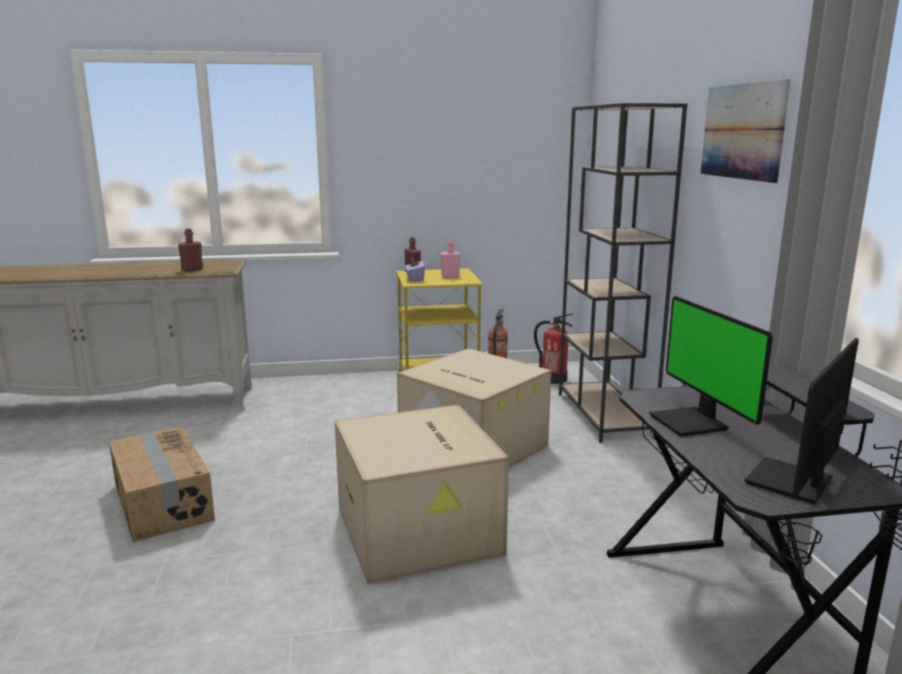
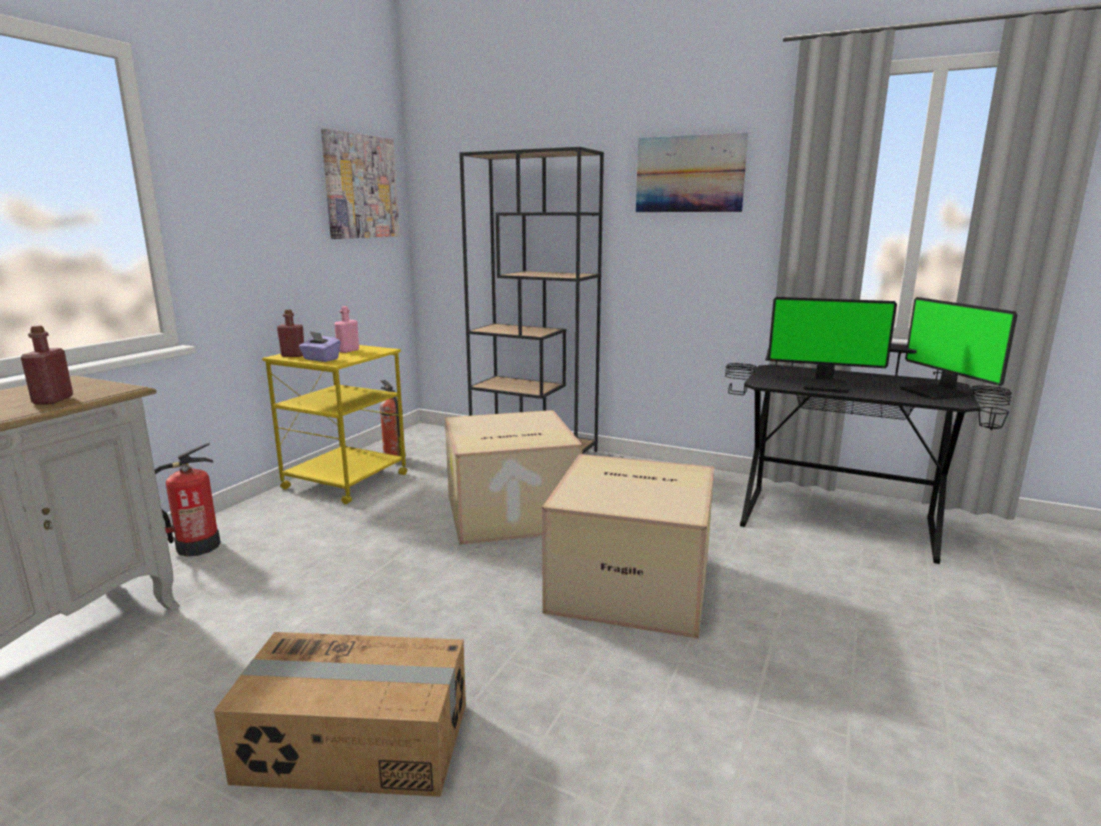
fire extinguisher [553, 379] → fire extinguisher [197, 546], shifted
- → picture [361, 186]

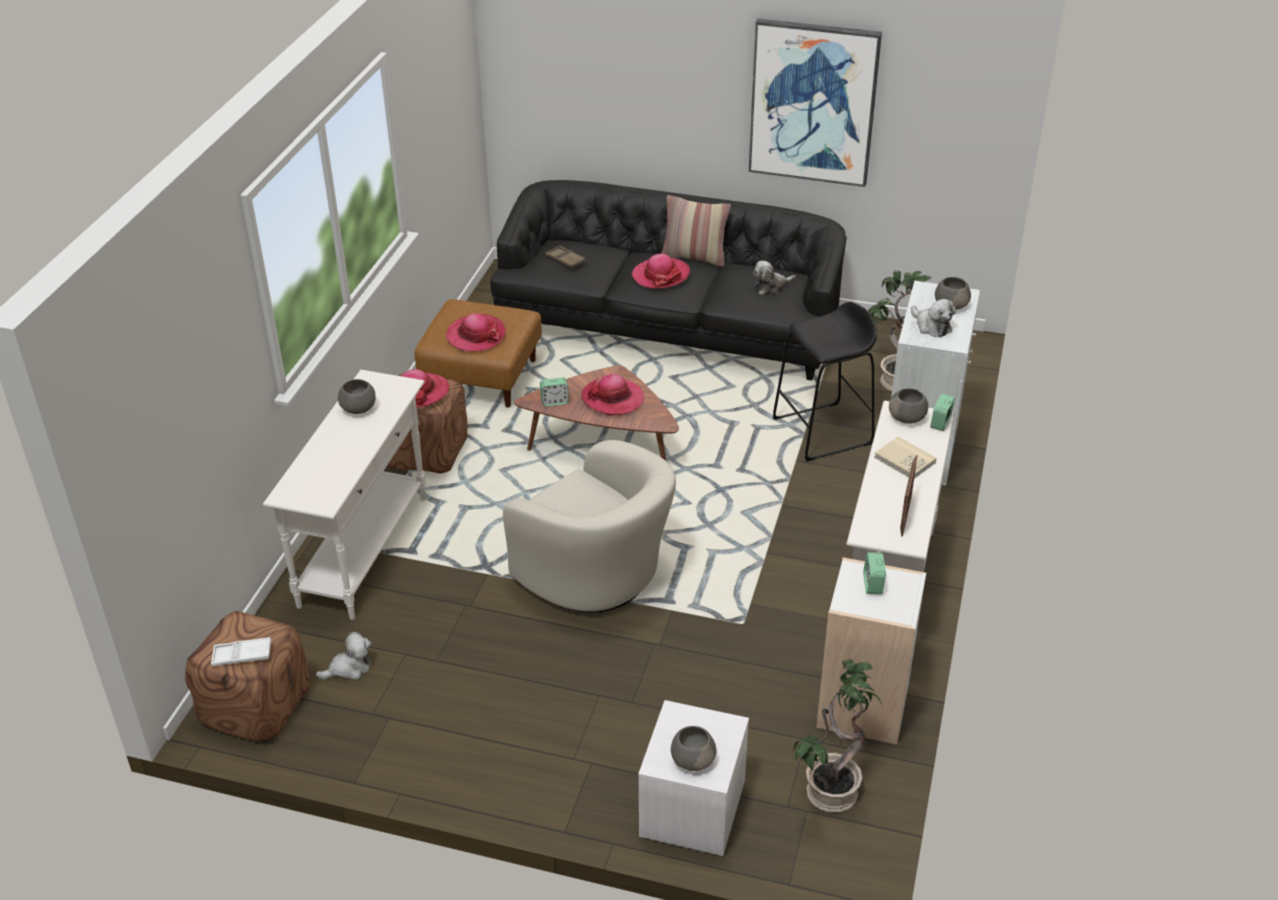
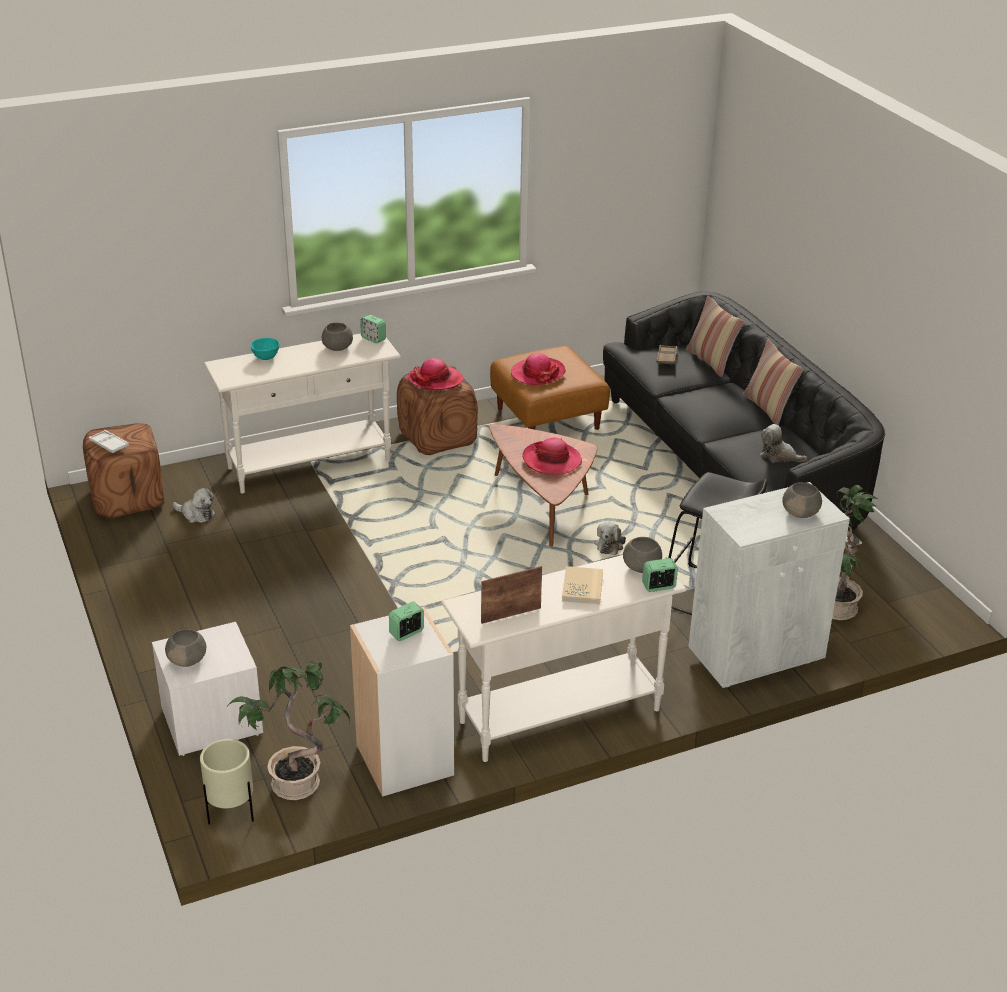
- → planter in beige [231, 813]
- → bowl in turquoise [265, 357]
alarm clock [554, 401] → alarm clock [373, 339], shifted
plush toy [931, 326] → plush toy [609, 545], shifted
- → pillow [711, 361]
armchair in beige [595, 577] → -
hat [661, 275] → -
picture [813, 102] → -

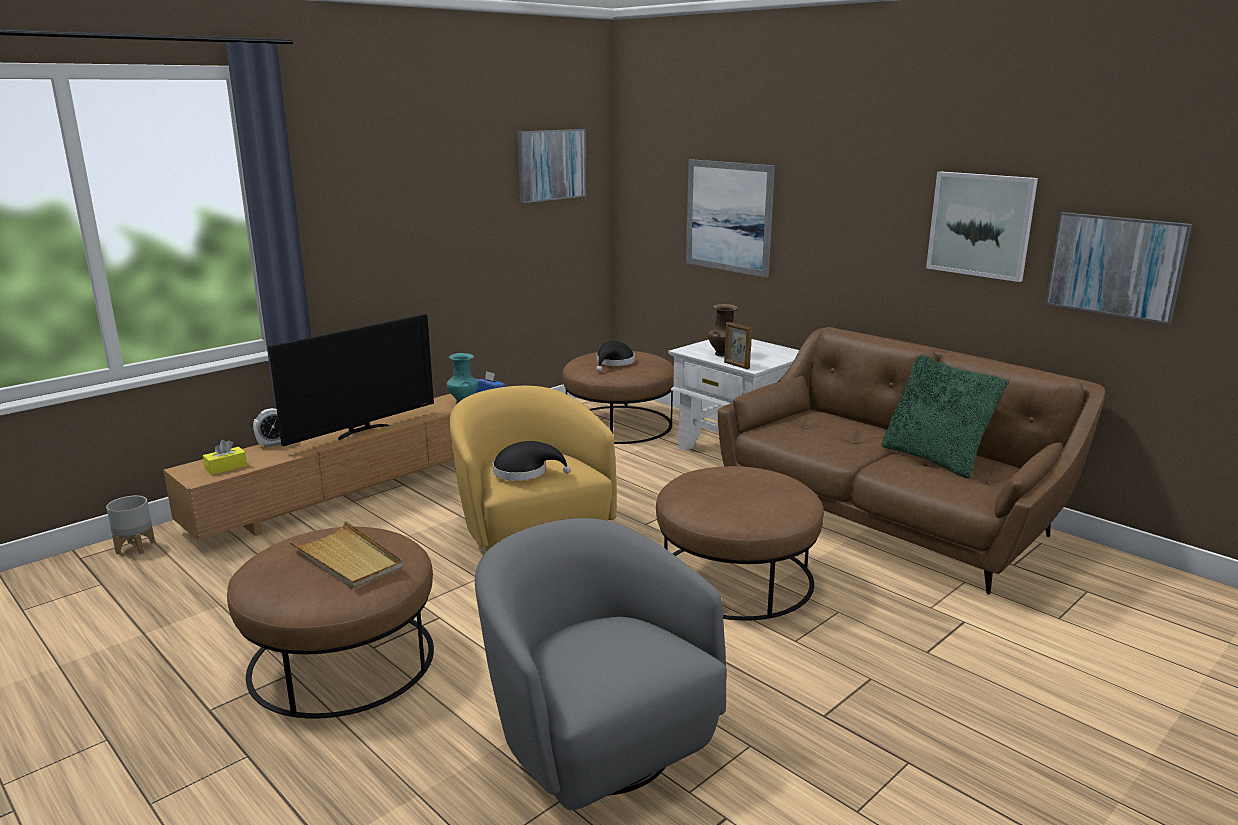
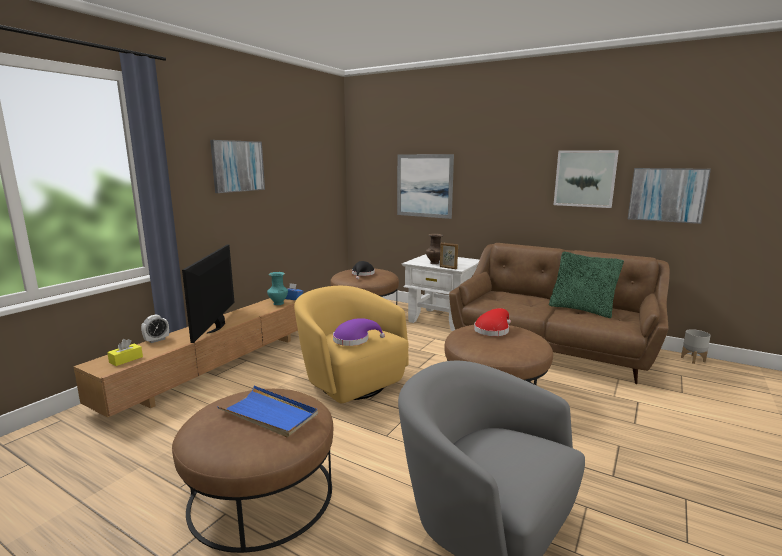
television [361, 431] → television [218, 326], 150 degrees clockwise
picture [551, 165] → picture [238, 166], shifted
tray in beige [347, 559] → tray in blue [269, 414]
hat in black [524, 472] → hat in purple [354, 340]
- → hat in red [493, 330]
planter in grey [136, 547] → planter in grey [693, 359], shifted

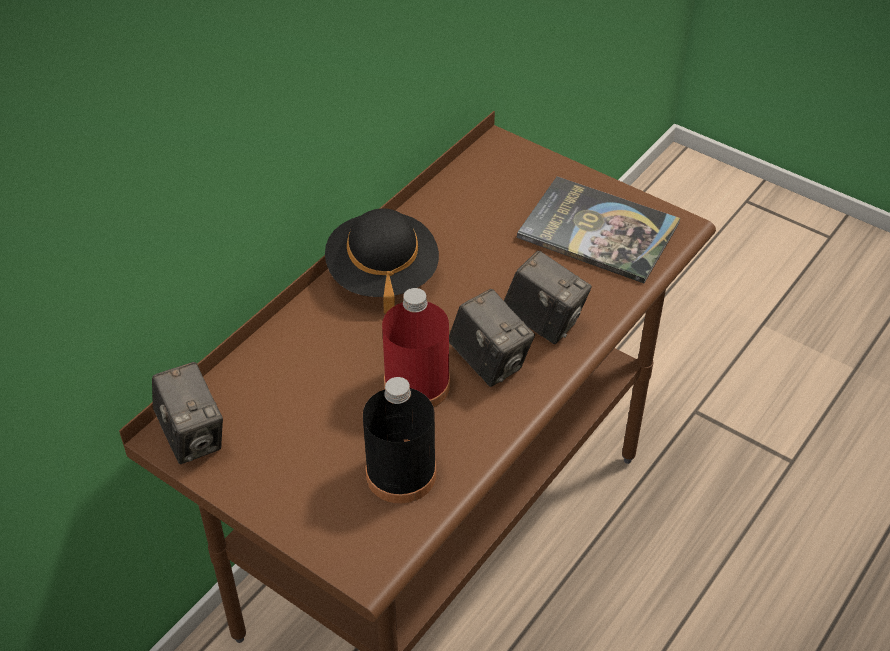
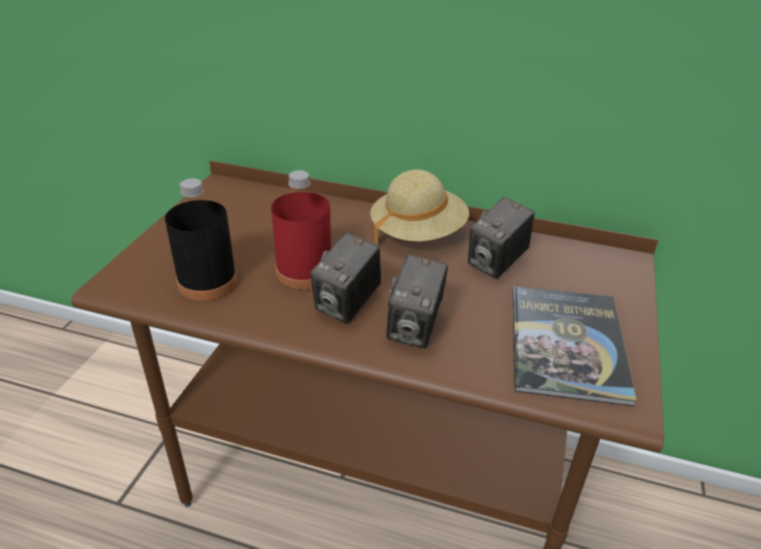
hat in black [382, 274] → hat in beige [417, 233]
photo camera [193, 437] → photo camera [496, 263], shifted

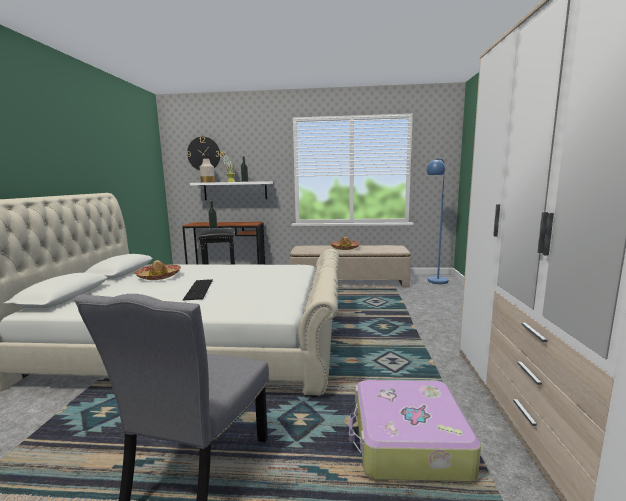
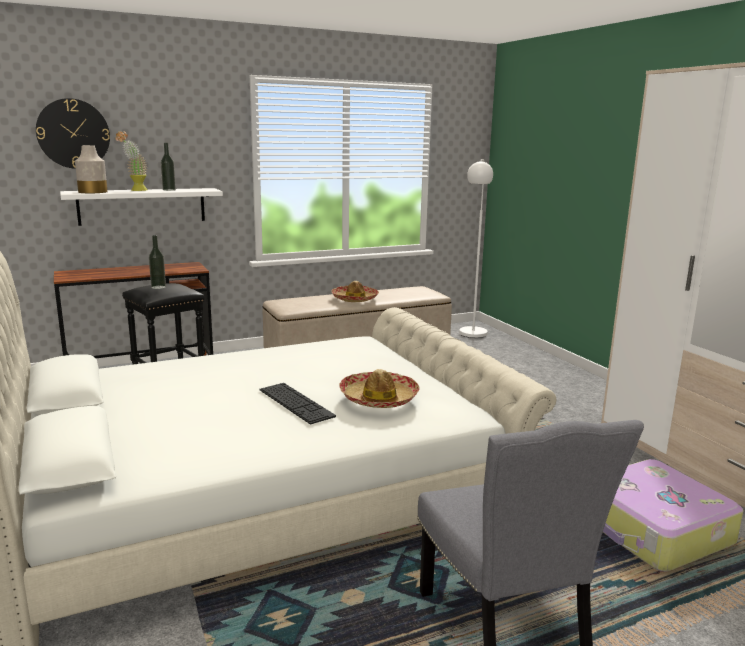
hat [158, 276] → hat [378, 398], shifted
floor lamp in blue [434, 282] → floor lamp in white [472, 336]

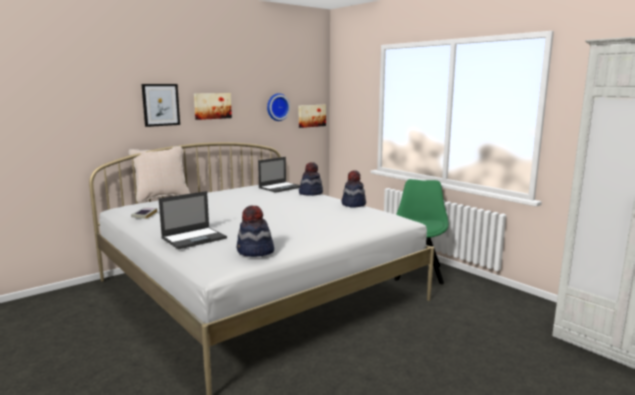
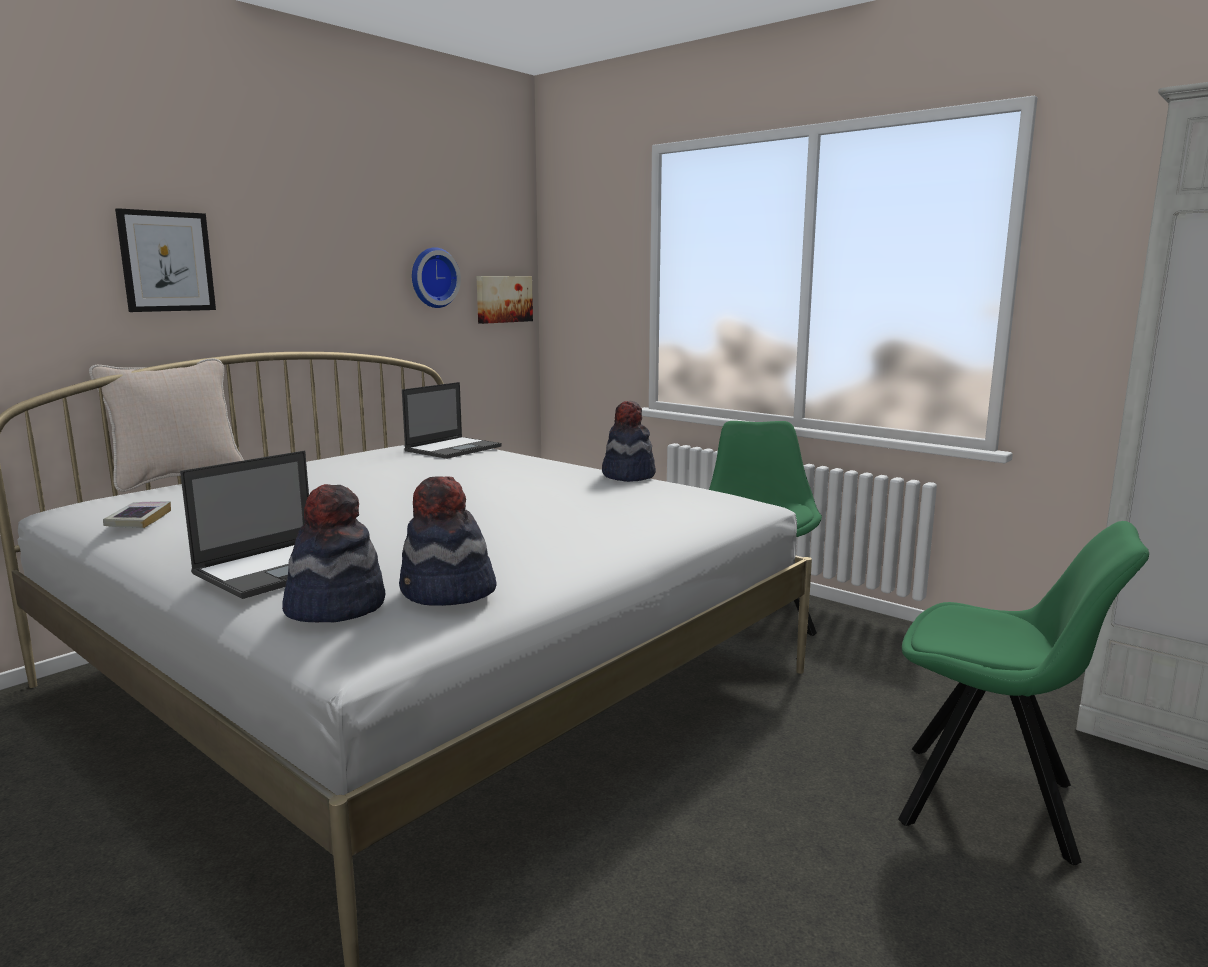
hat [310, 193] → hat [335, 606], shifted
- → chair in green [989, 803]
picture [212, 106] → -

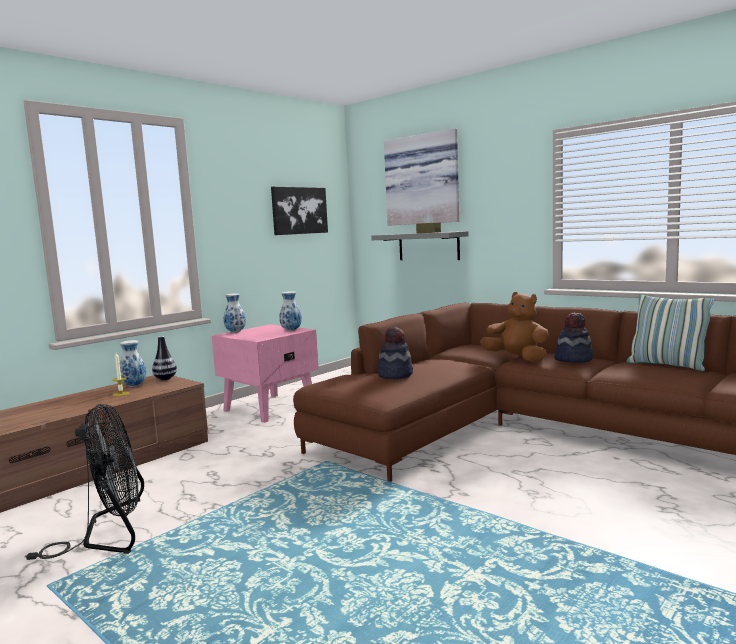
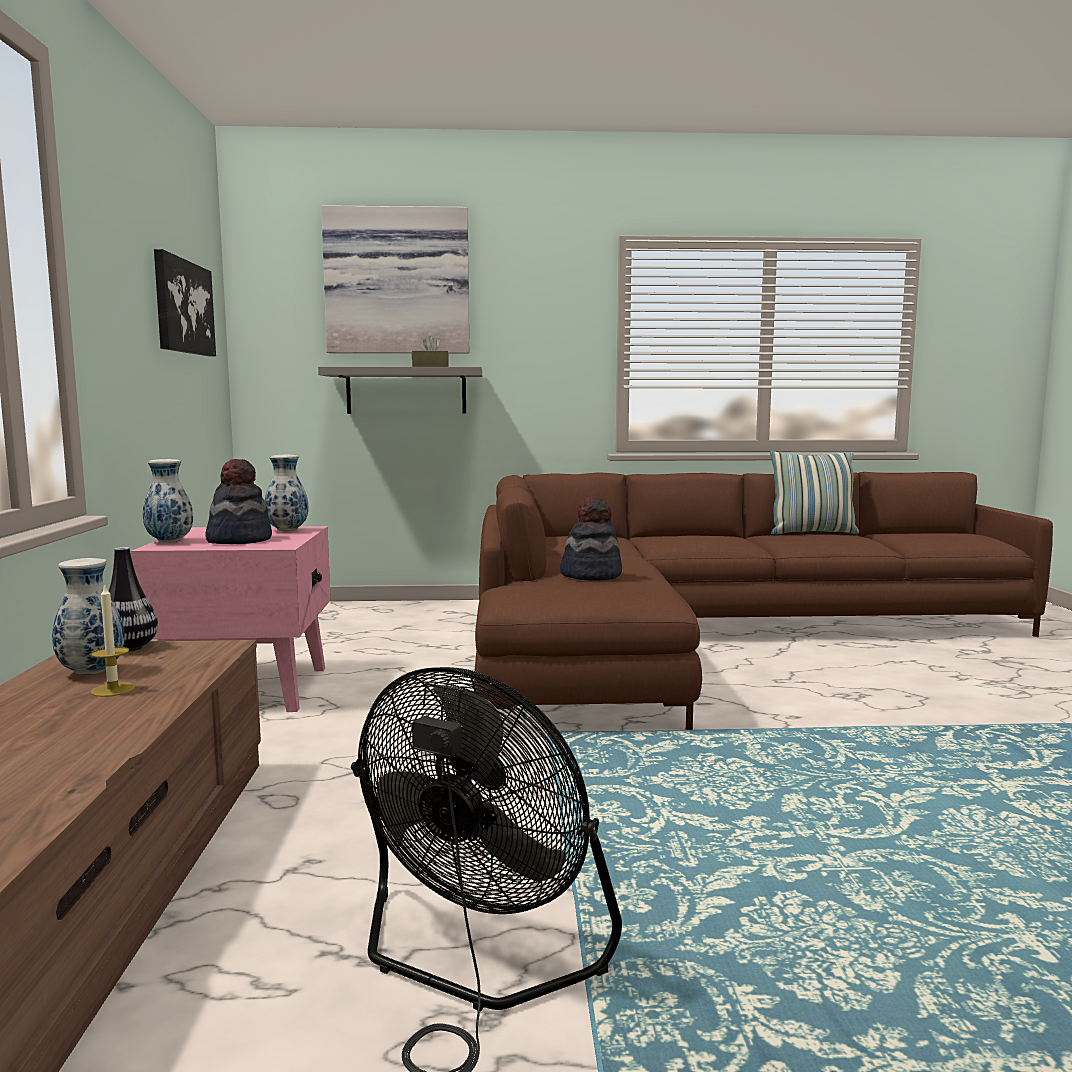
hat [573, 359] → hat [239, 540], shifted
plush toy in brown [517, 359] → -

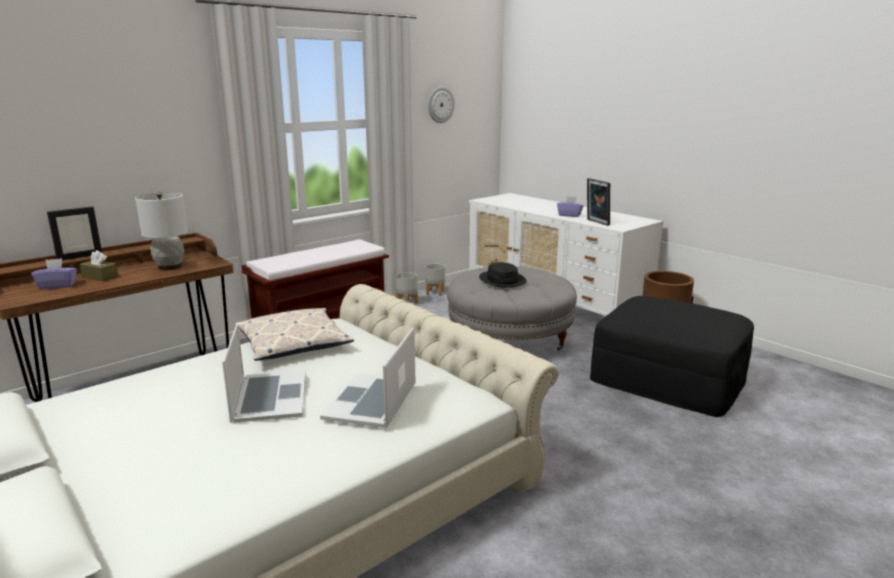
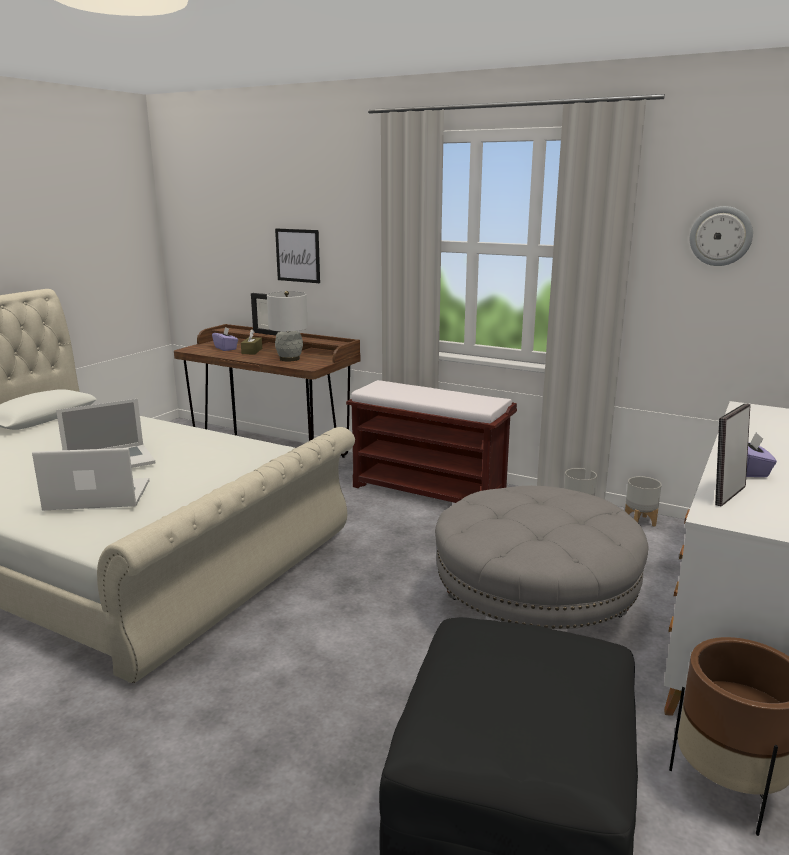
- → picture [298, 255]
pillow [294, 343] → -
hat in black [502, 280] → -

